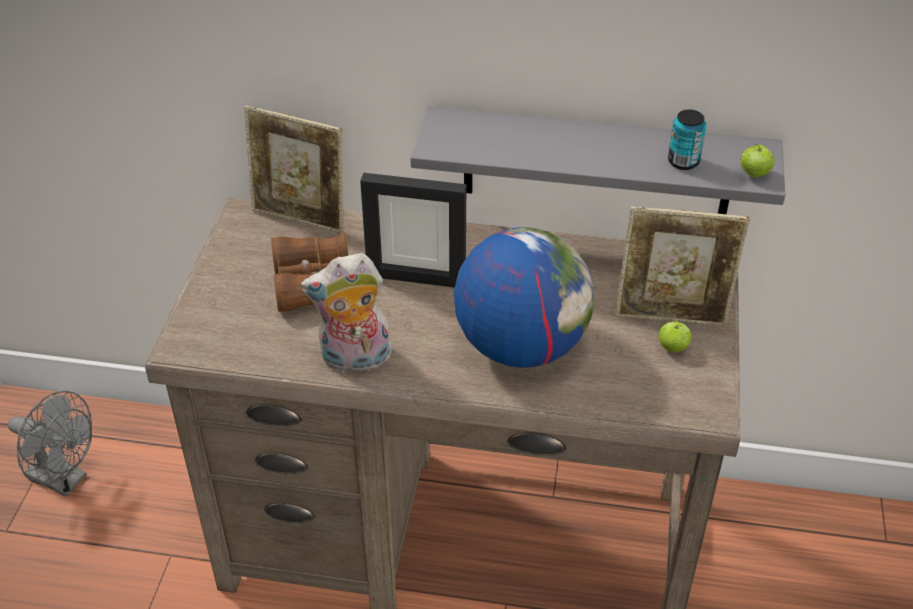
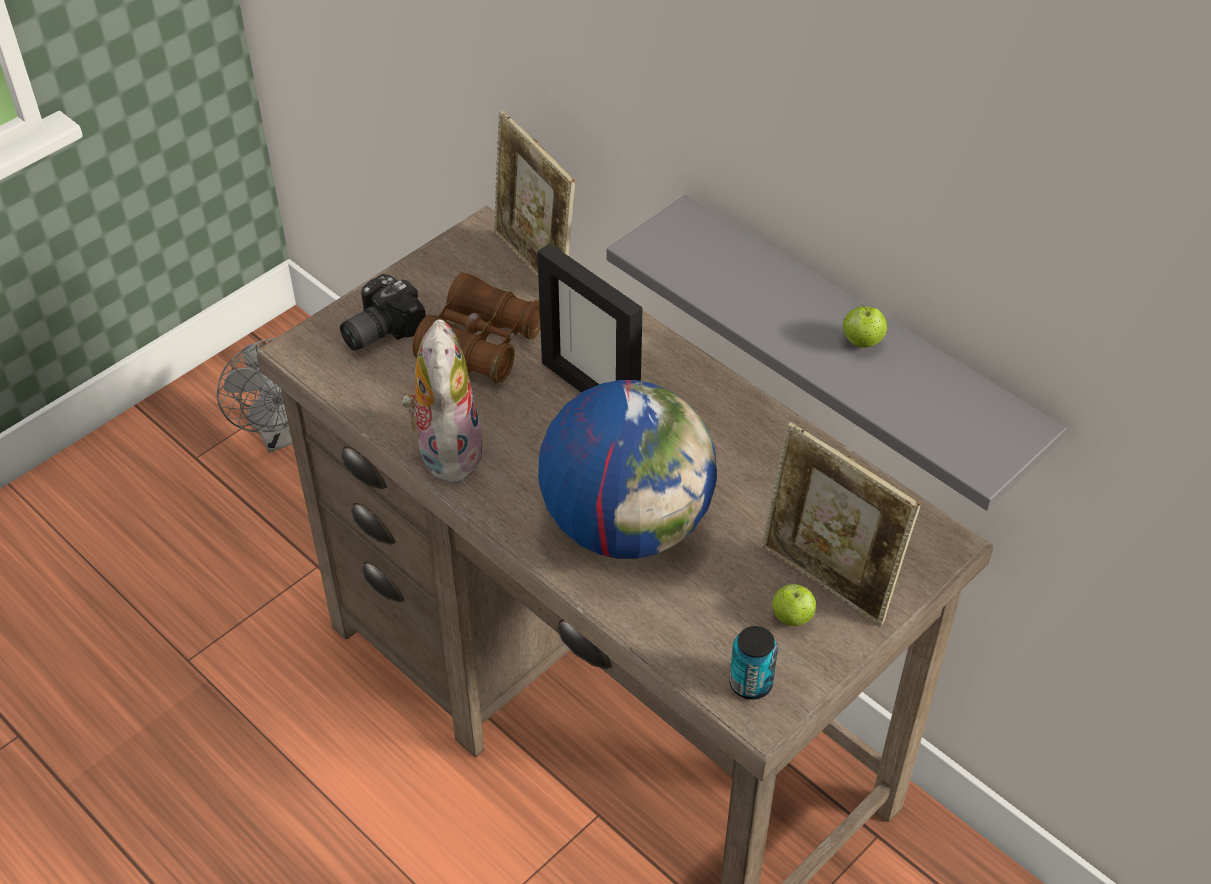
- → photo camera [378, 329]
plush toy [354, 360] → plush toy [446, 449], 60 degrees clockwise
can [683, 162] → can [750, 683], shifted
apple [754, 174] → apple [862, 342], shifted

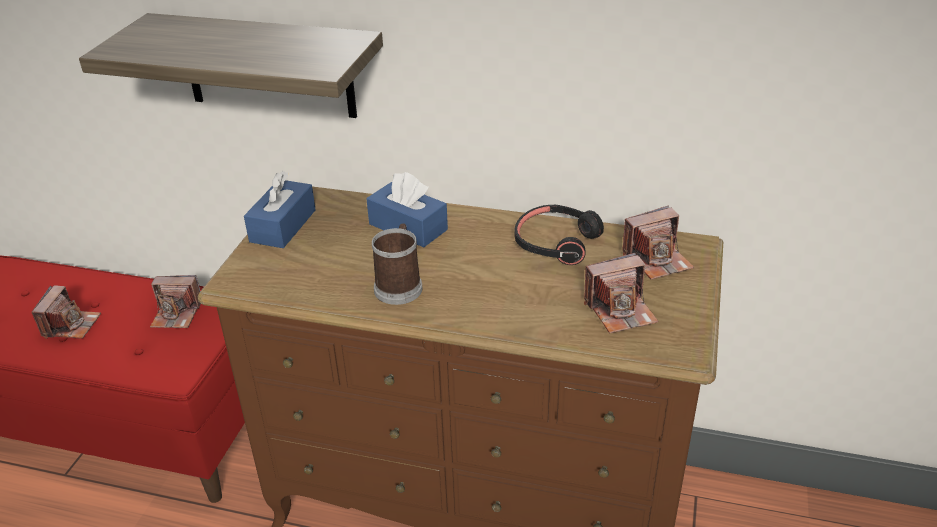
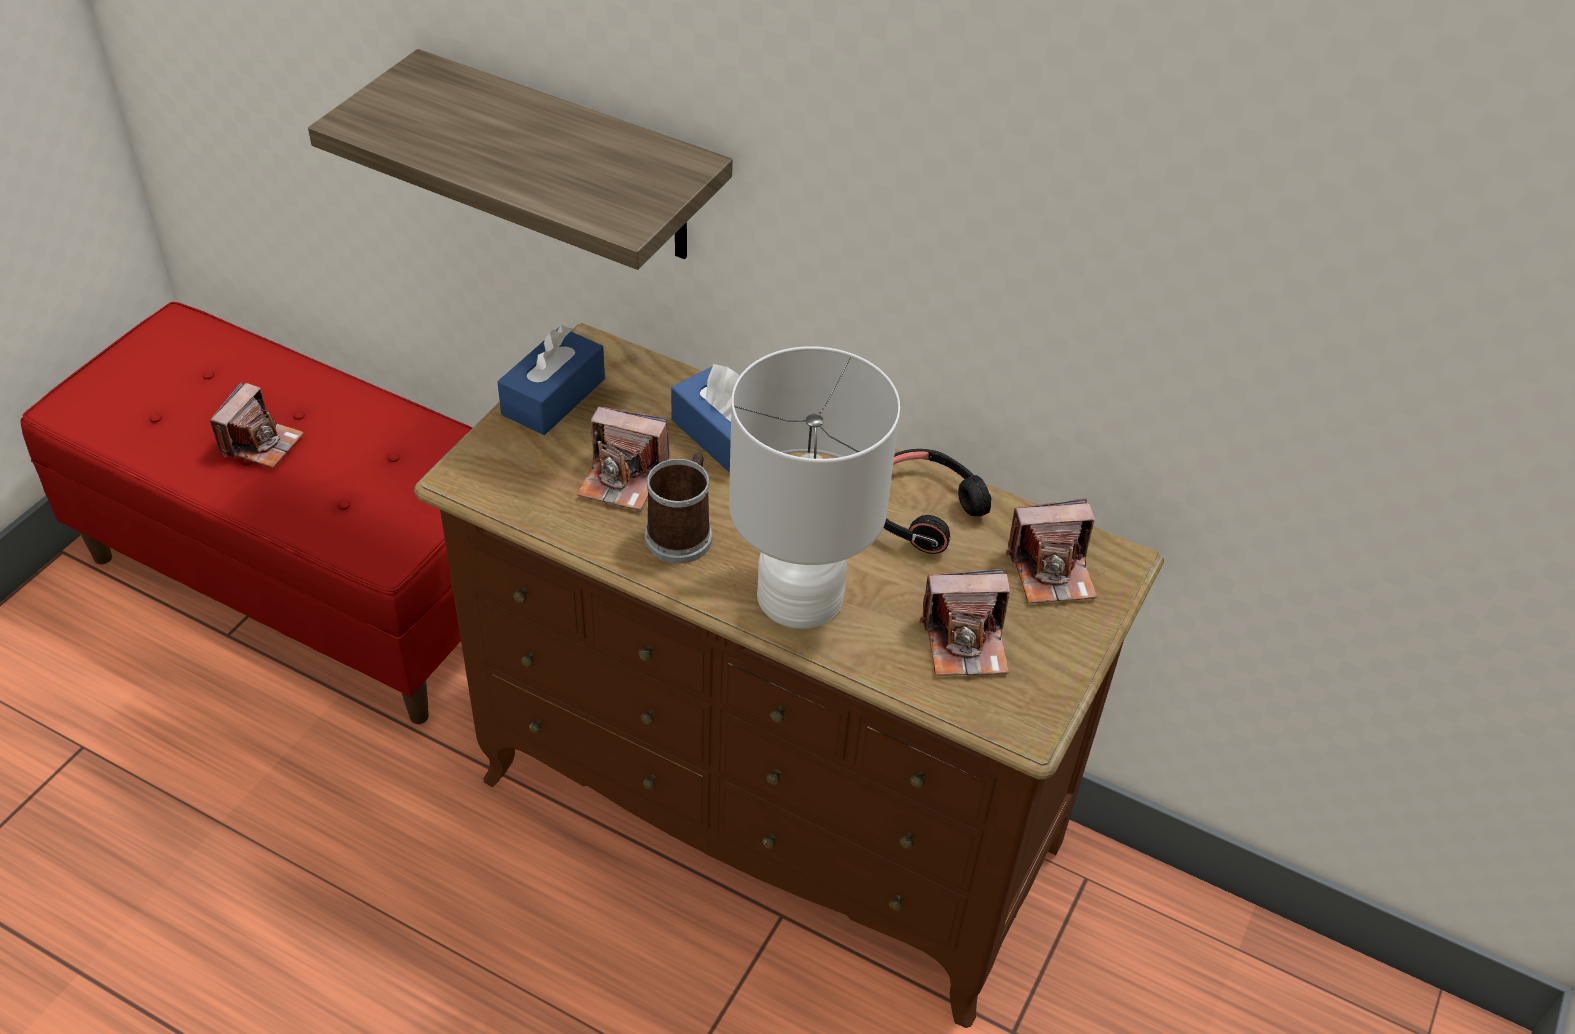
photo camera [177, 314] → photo camera [623, 478], shifted
- → table lamp in grey [799, 595]

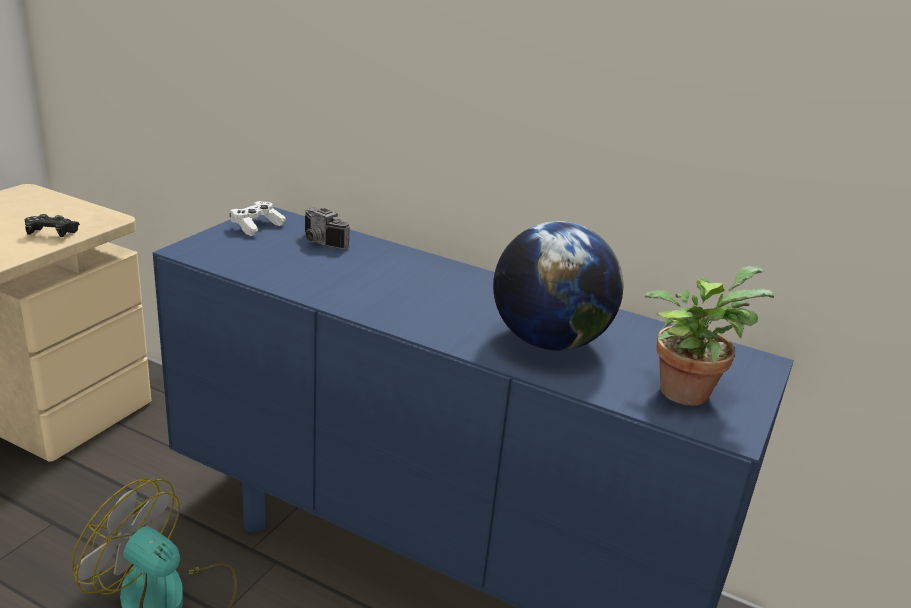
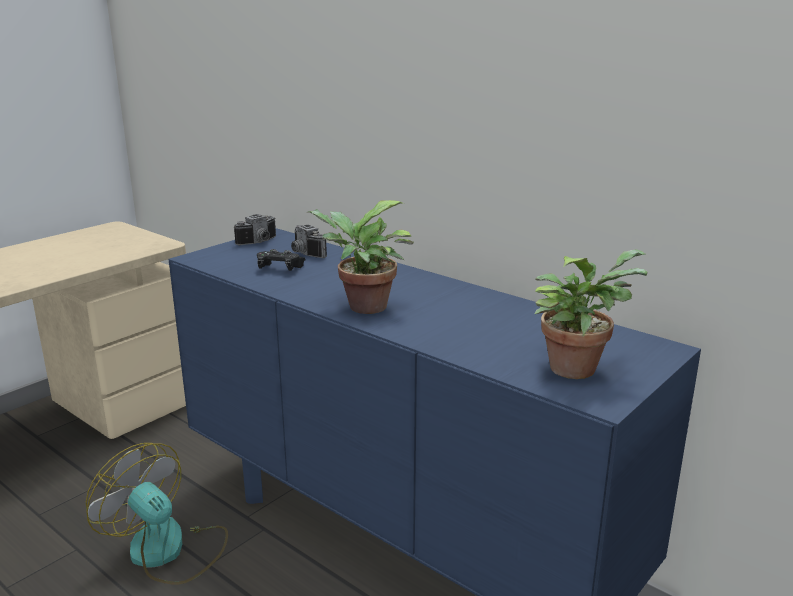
game controller in white [257, 226] → photo camera [260, 242]
game controller in black [52, 234] → game controller in black [280, 268], shifted
- → potted plant [362, 307]
globe [548, 342] → -

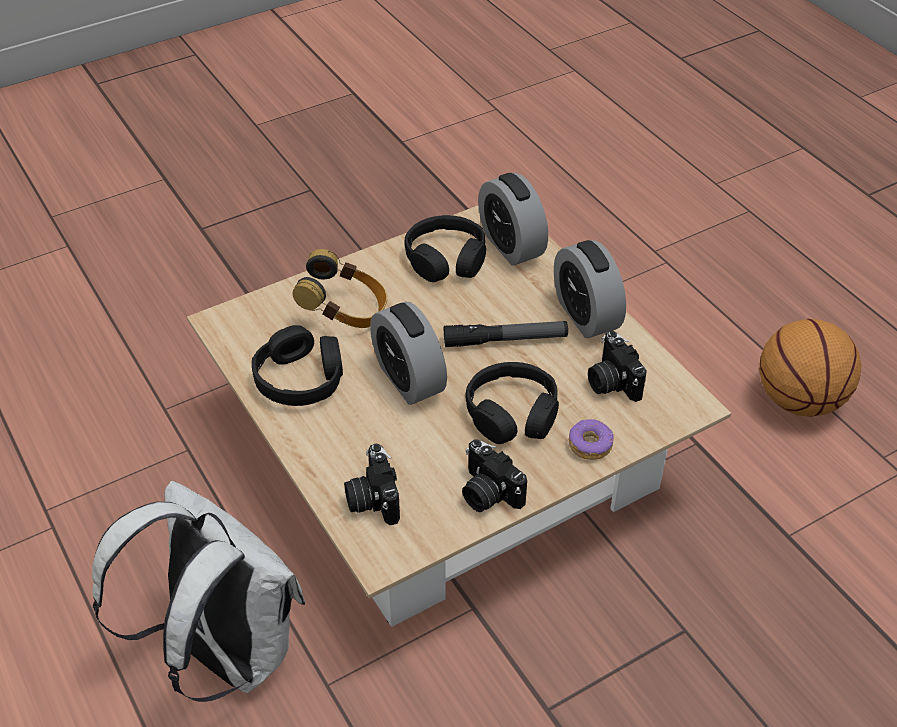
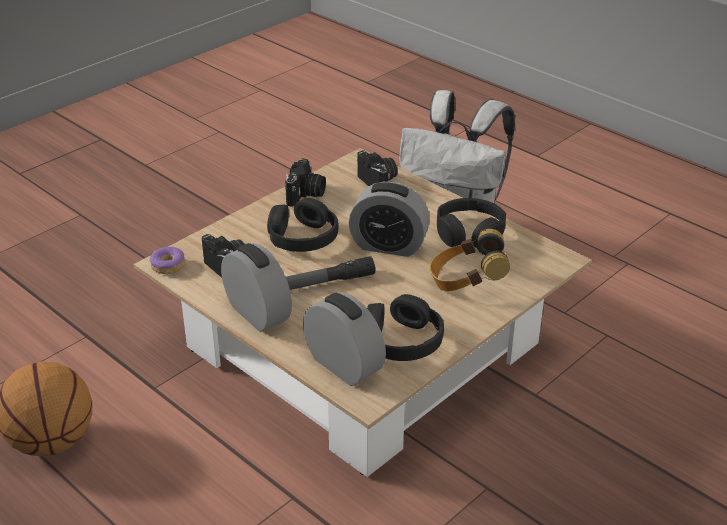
donut [590, 444] → donut [168, 266], shifted
photo camera [487, 493] → photo camera [306, 195], 75 degrees clockwise
alarm clock [409, 379] → alarm clock [388, 245], 150 degrees clockwise

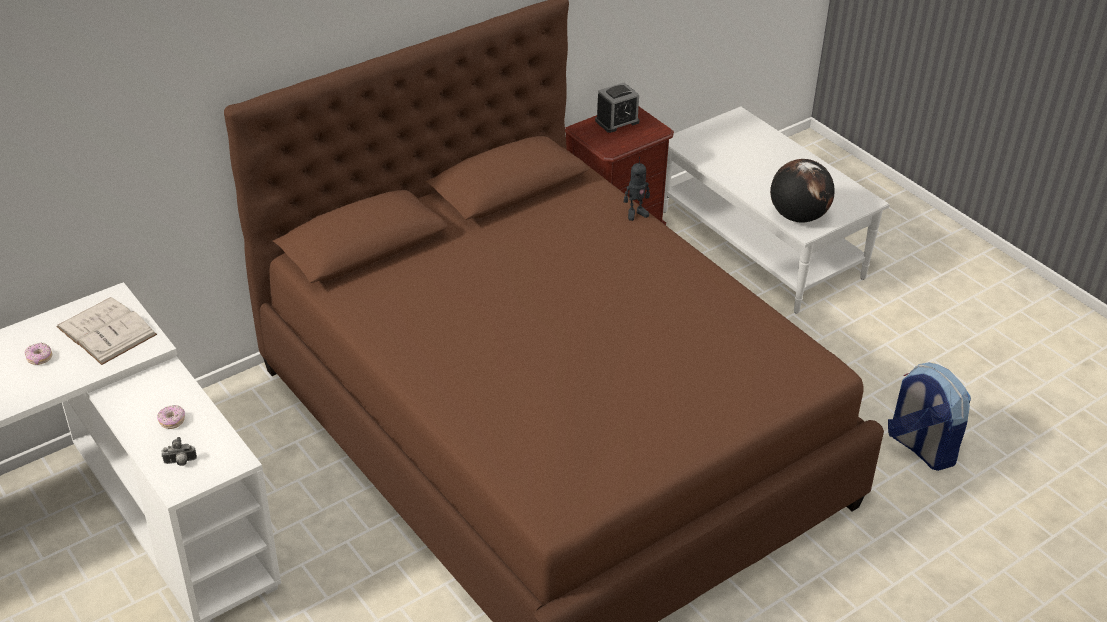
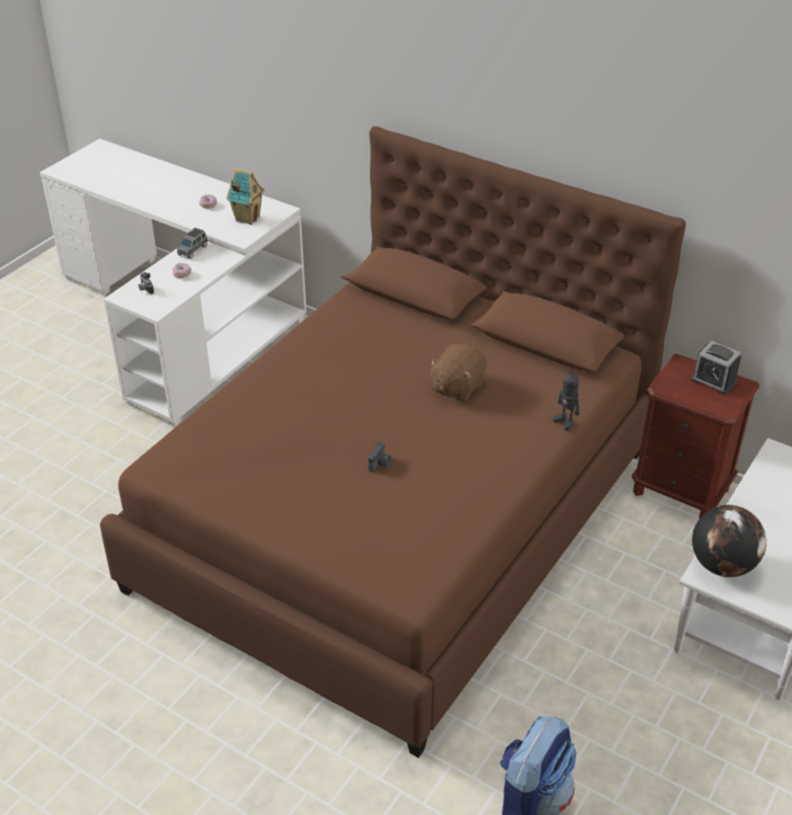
- → toy car in grey [193, 250]
book in white [106, 331] → toy house [247, 218]
- → photo camera [380, 464]
- → plush toy in brown [457, 387]

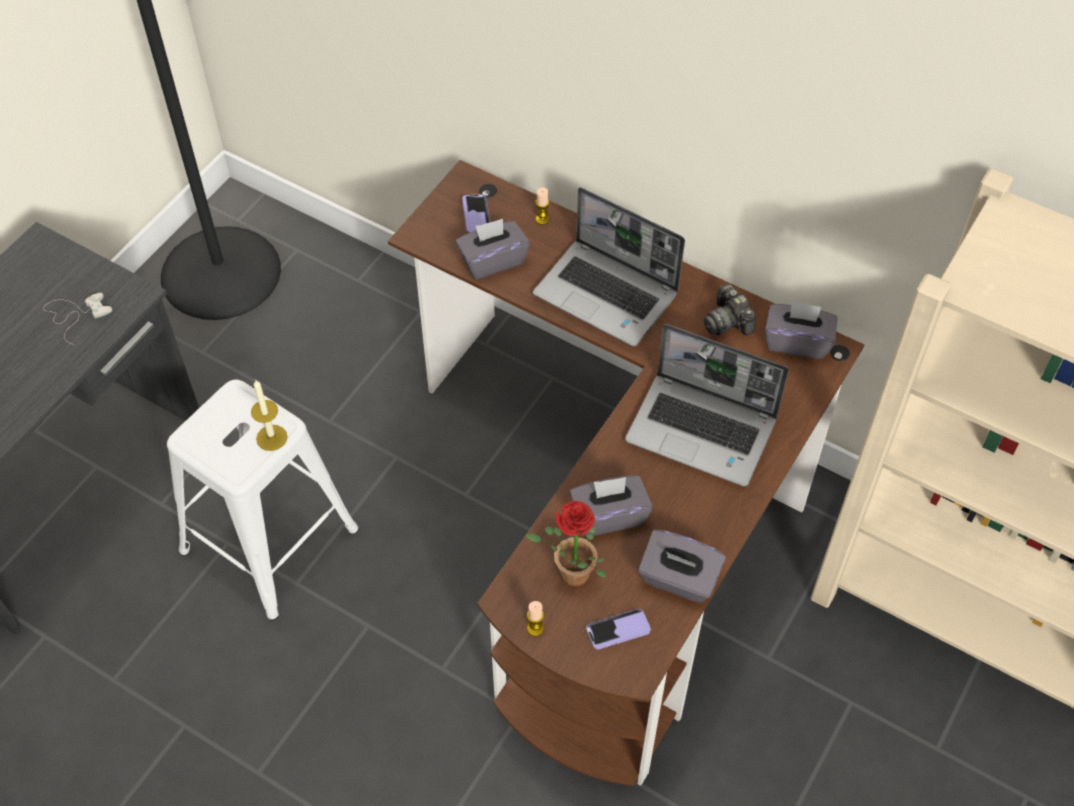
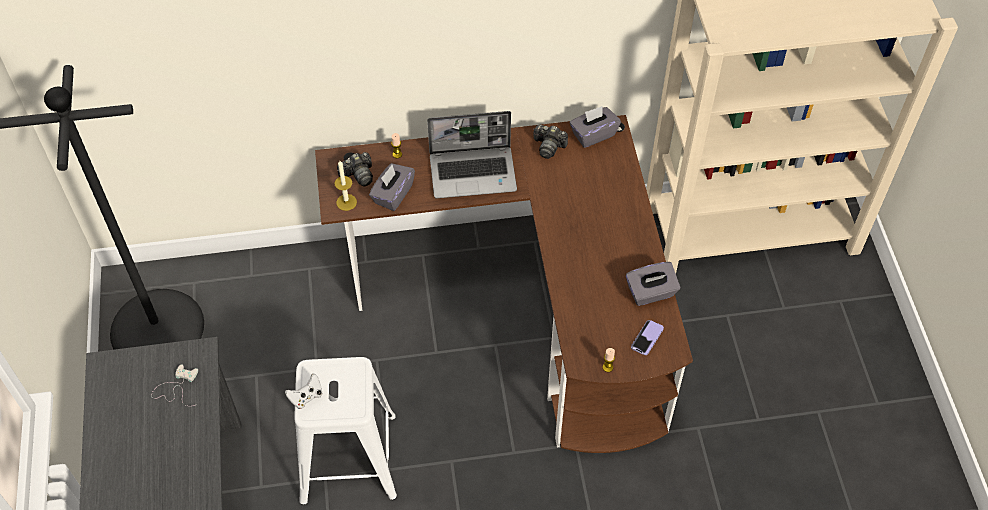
- → game controller in white [306, 397]
candle [271, 437] → candle [346, 202], shifted
phone [476, 215] → photo camera [358, 175]
potted plant [568, 576] → -
tissue box in grey [609, 515] → -
laptop [703, 430] → -

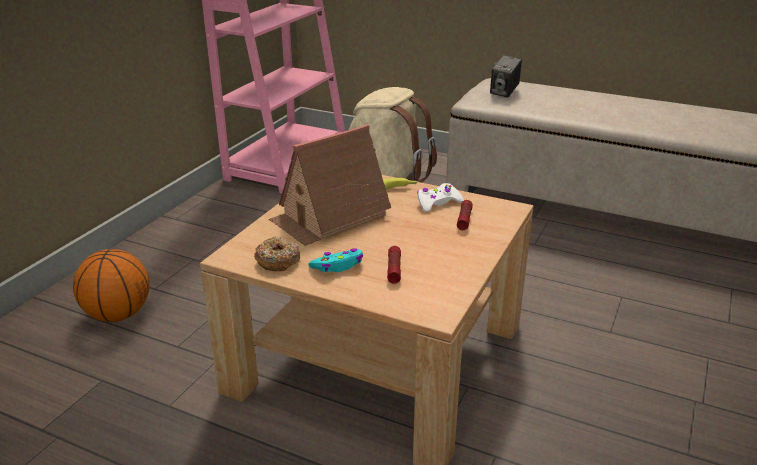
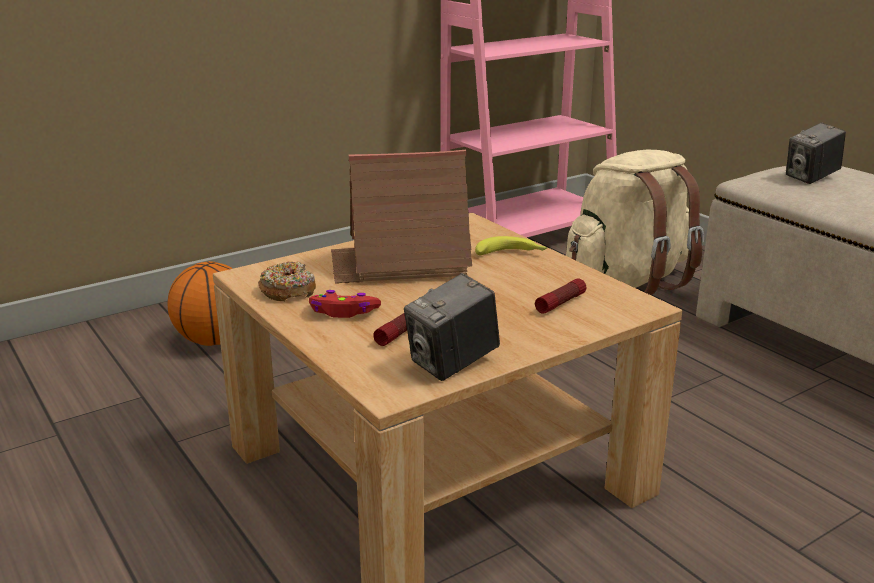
game controller in turquoise [338, 266] → game controller in red [344, 312]
- → photo camera [452, 364]
game controller in white [438, 203] → -

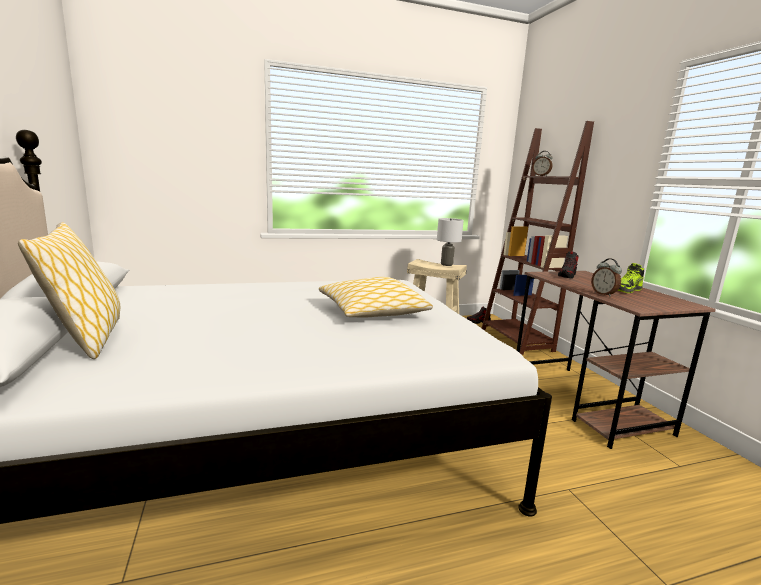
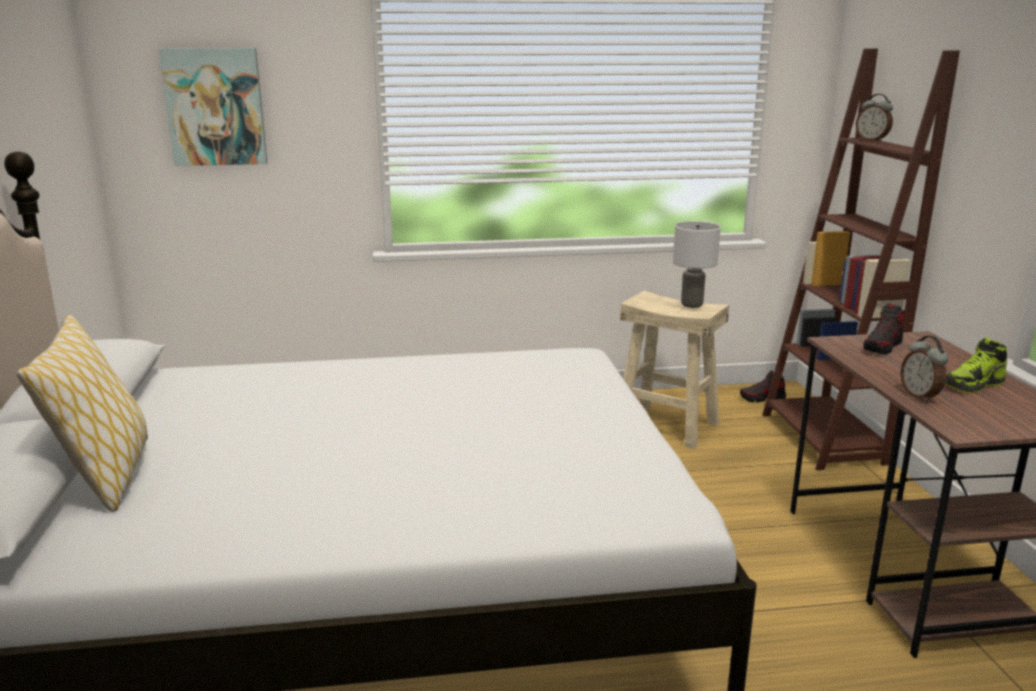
- → picture [215, 107]
pillow [372, 311] → -

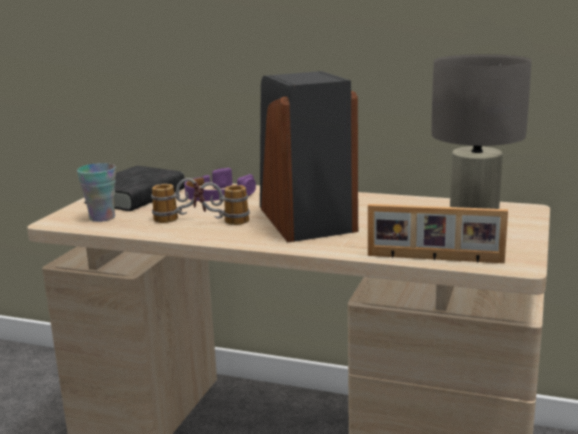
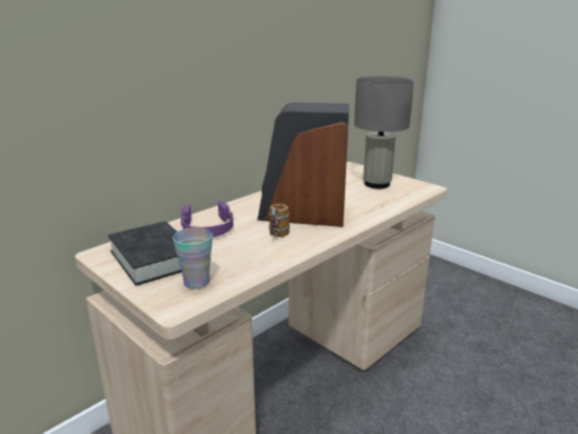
mug [177, 219] → -
picture frame [434, 259] → -

